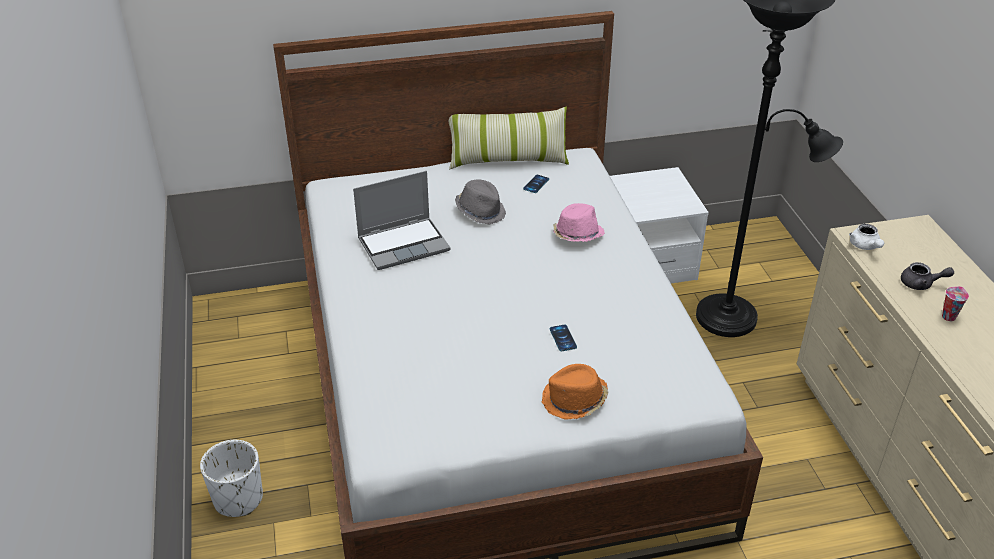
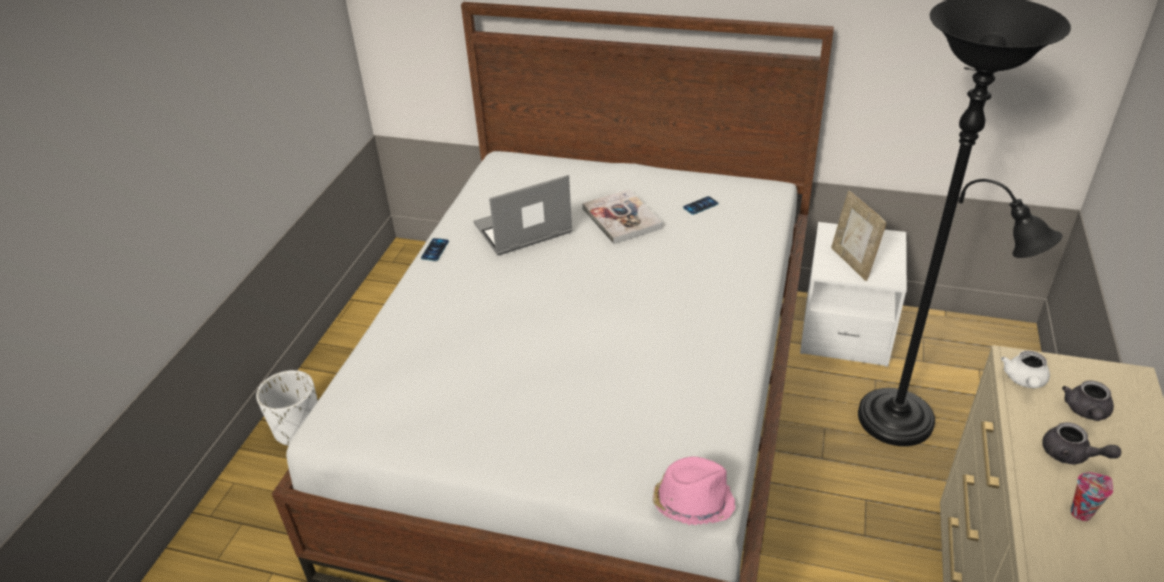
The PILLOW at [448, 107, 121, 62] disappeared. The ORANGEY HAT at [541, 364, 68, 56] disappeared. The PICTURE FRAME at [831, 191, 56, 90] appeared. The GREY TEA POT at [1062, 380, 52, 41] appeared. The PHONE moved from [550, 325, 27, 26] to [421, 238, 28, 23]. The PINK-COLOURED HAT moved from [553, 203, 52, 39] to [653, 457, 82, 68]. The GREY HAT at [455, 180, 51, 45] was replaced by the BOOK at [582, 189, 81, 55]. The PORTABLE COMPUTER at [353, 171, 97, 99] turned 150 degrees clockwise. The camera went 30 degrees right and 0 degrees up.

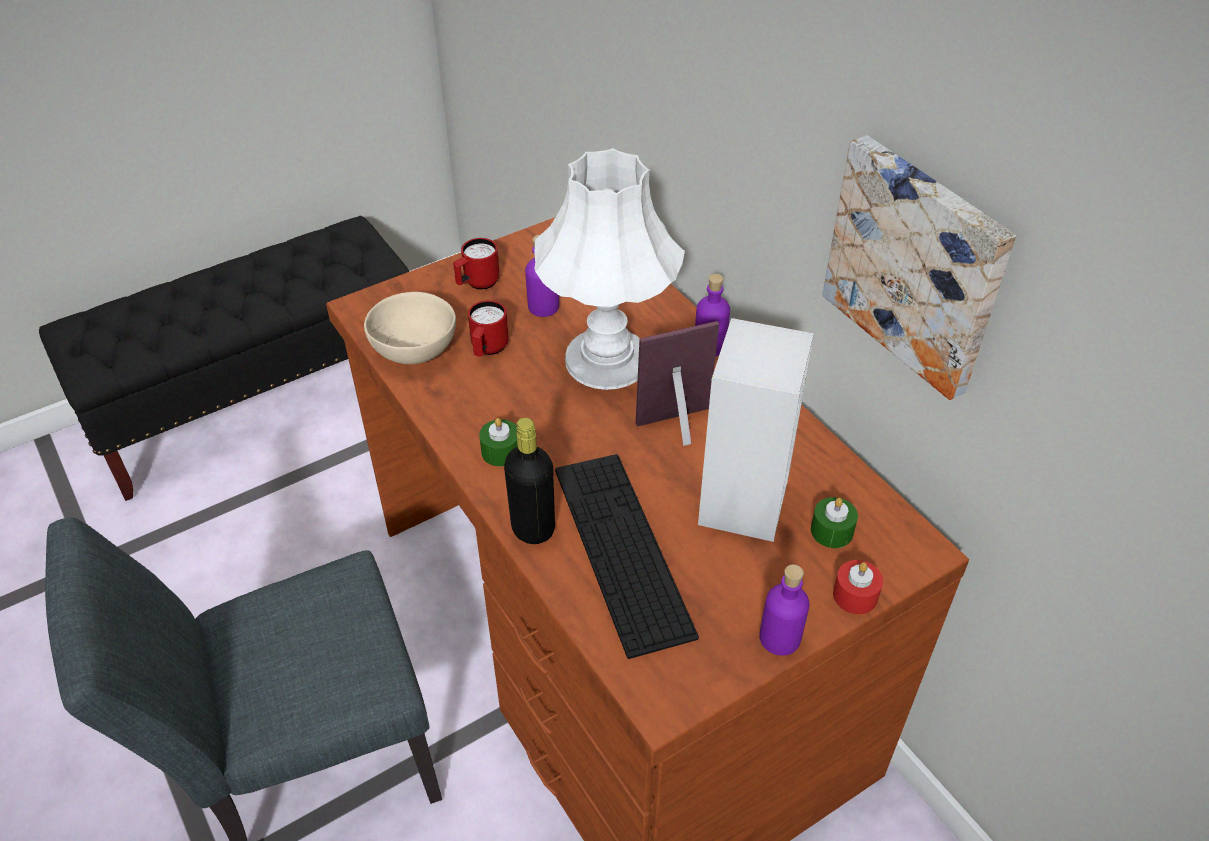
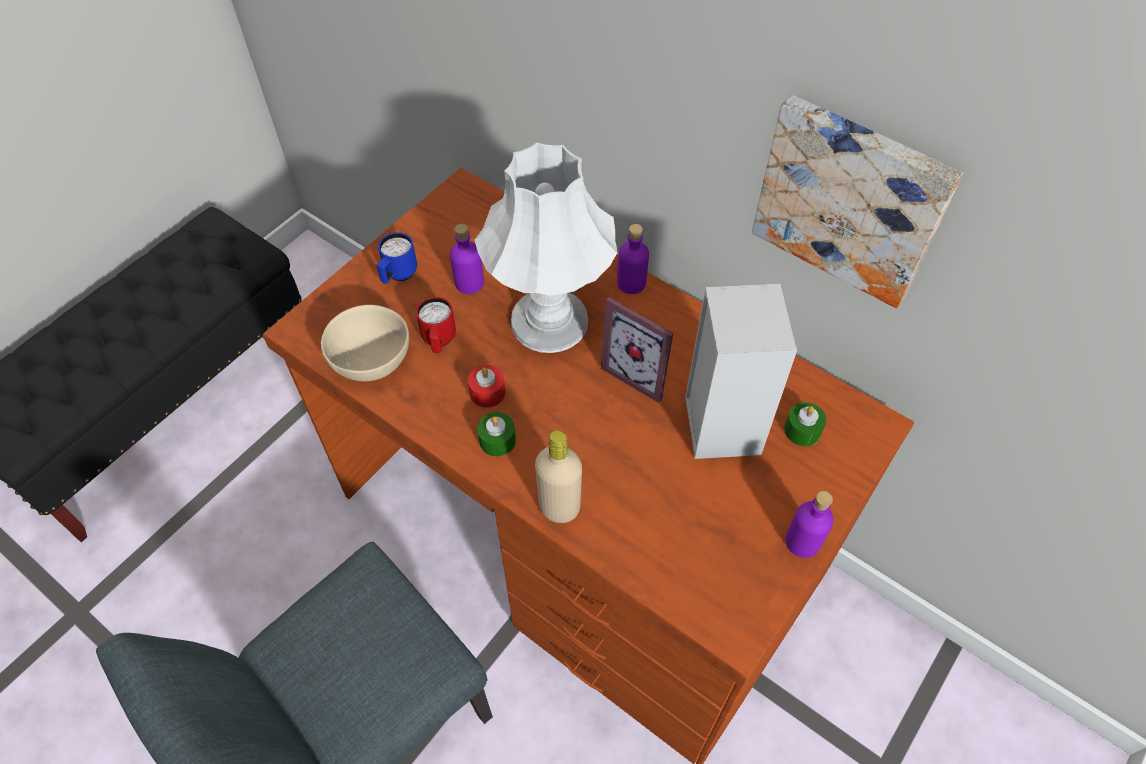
The KEYBOARD at [555, 454, 144, 205] disappeared. The RED-COLOURED CANDLE moved from [833, 560, 50, 54] to [468, 365, 37, 43]. The RED-COLOURED COFFEE MUG at [453, 238, 47, 52] became the BLUE-COLOURED COFFEE MUG at [377, 232, 40, 52]. The BLACK BOTTLE at [504, 418, 51, 126] became the SAND-COLOURED BOTTLE at [535, 430, 47, 93]. The PICTURE FRAME at [636, 321, 83, 125] turned 105 degrees counterclockwise. The camera went 20 degrees left and 10 degrees up.

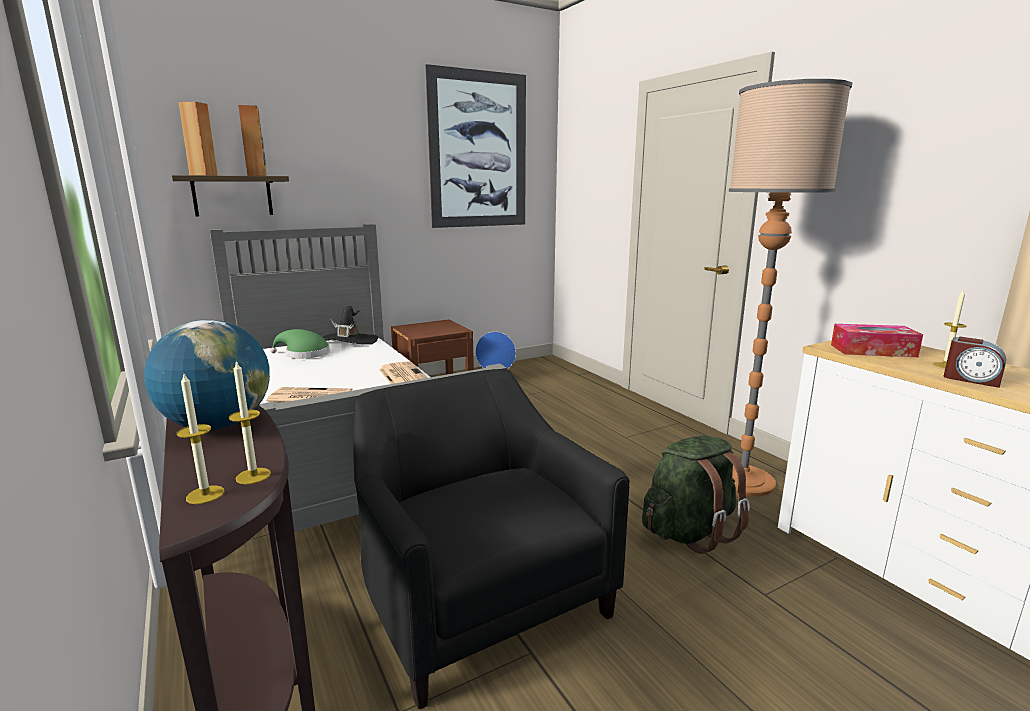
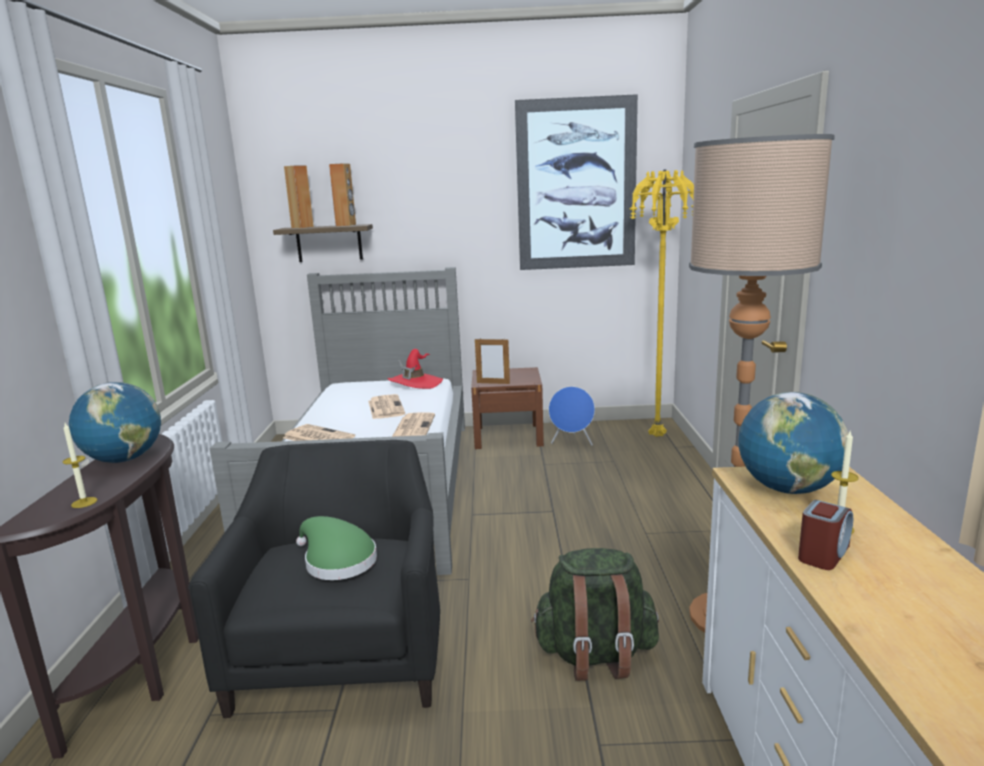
The CANDLE at [177, 372, 48, 132] disappeared. The PRINTED PAPER at [368, 394, 37, 25] appeared. The PICTURE FRAME at [475, 338, 35, 46] appeared. The YELLOWISH STANDARD LAMP at [630, 169, 64, 268] appeared. The GREEN-COLOURED HAT moved from [270, 329, 60, 30] to [296, 516, 81, 64]. The BOX OF TISSUES at [831, 324, 92, 33] was replaced by the GLOBE at [739, 392, 109, 102]. The BLACK HAT at [323, 306, 55, 38] became the RED-COLOURED HAT at [388, 349, 55, 40]. The ALARM CLOCK at [944, 337, 62, 51] turned 120 degrees counterclockwise. The camera went 30 degrees right and 0 degrees up.

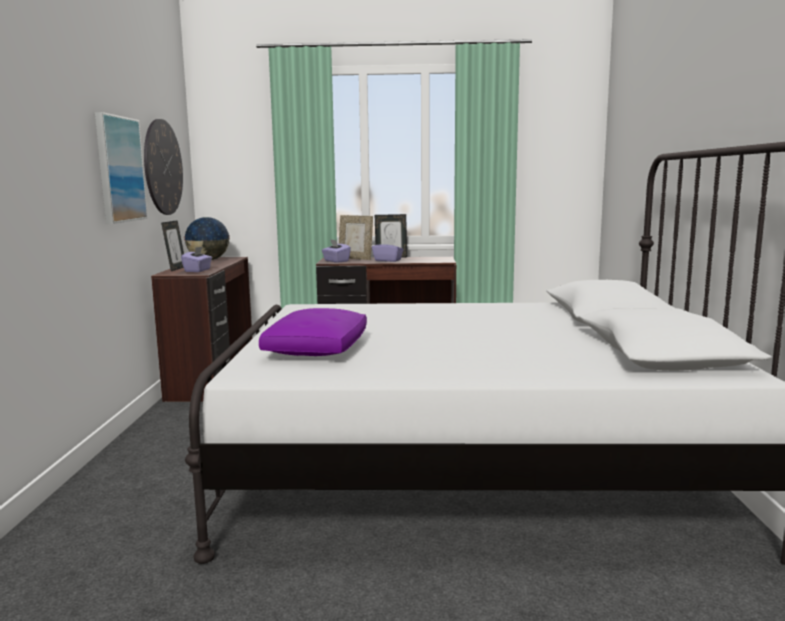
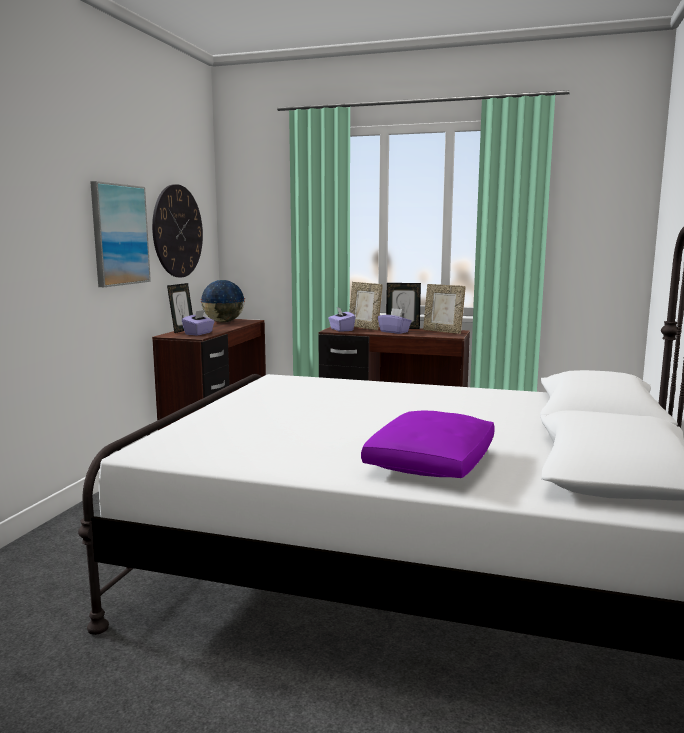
The PICTURE FRAME at [423, 284, 43, 50] appeared. The PURPLE PILLOW moved from [259, 308, 108, 48] to [361, 411, 134, 67]. The camera went 15 degrees right and 0 degrees up.

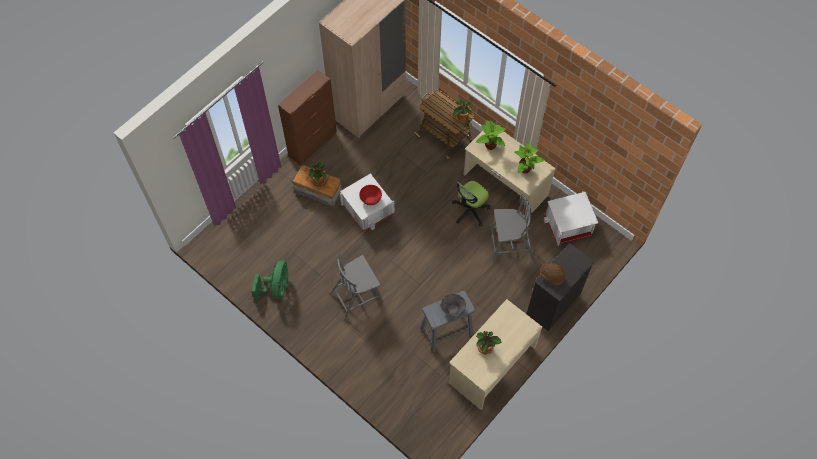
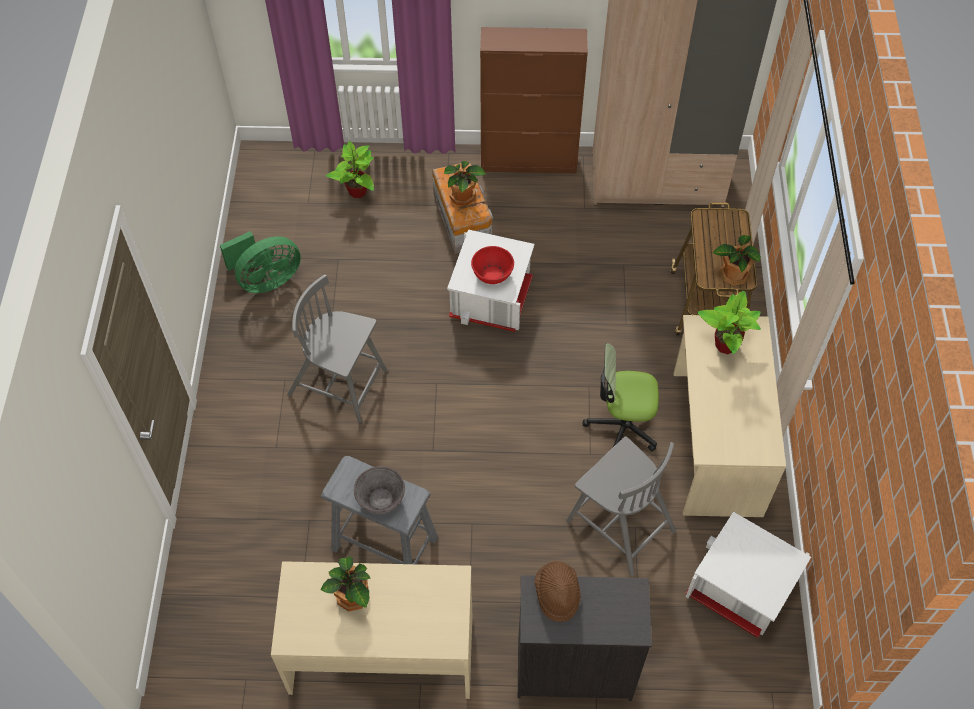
The PLANT IN A POT moved from [515, 142, 30, 31] to [326, 141, 48, 57]. The camera went 50 degrees right and 5 degrees down.

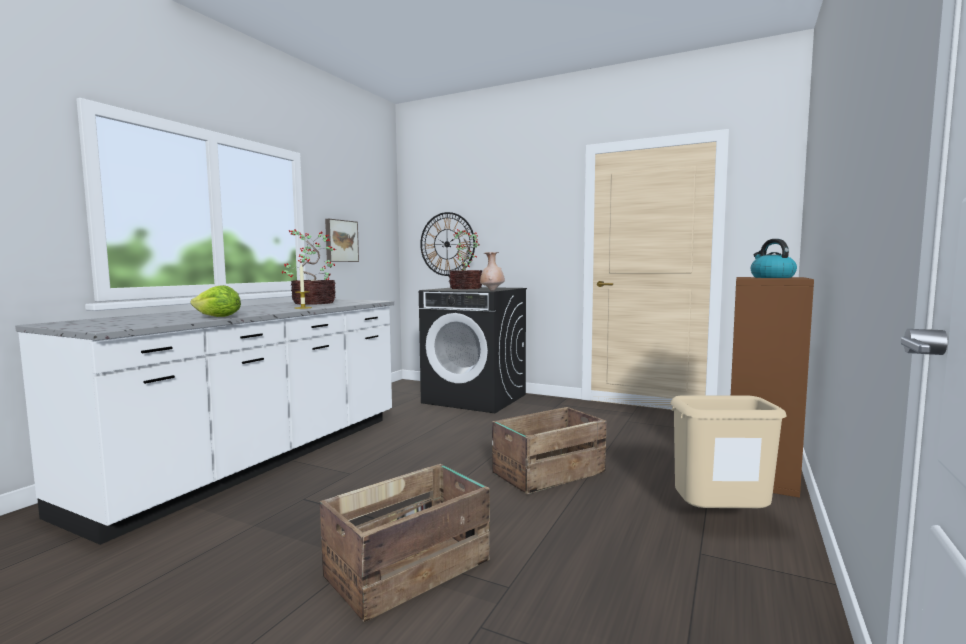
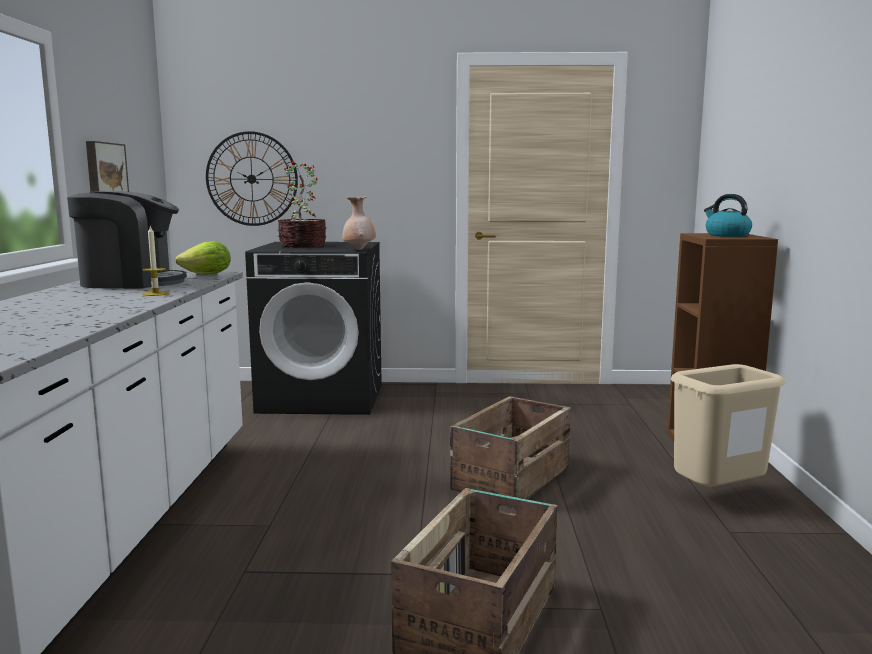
The HEAD OF LETTUCE moved from [190, 285, 51, 32] to [175, 241, 56, 33]. The PLANT IN A POT at [282, 229, 54, 76] was replaced by the COFFEE MAKER at [67, 191, 120, 98]. The camera went 25 degrees left and 5 degrees up.

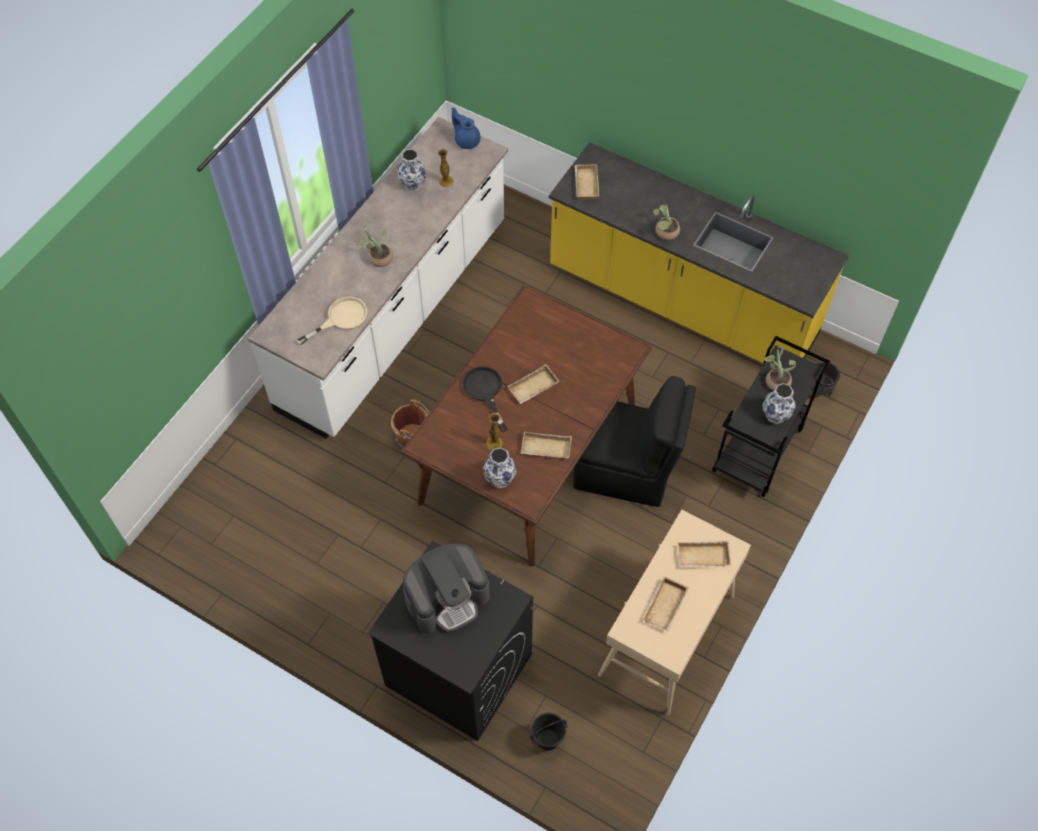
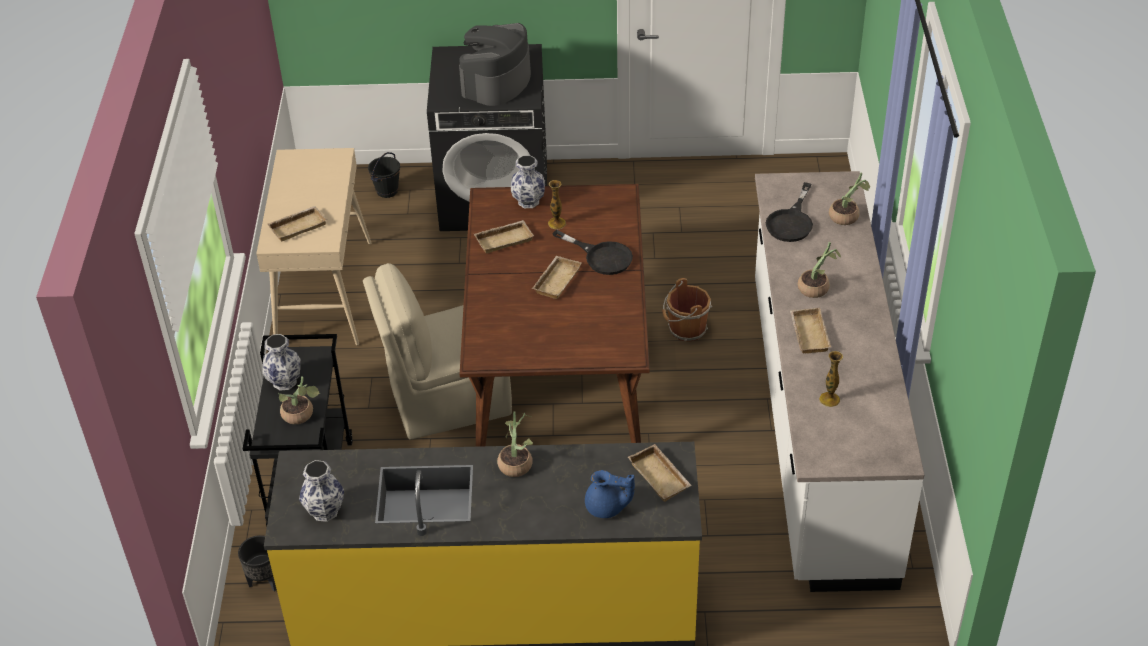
The PLANT IN A POT at [829, 173, 41, 52] appeared. The DECORATIVE VASE moved from [398, 149, 28, 42] to [299, 460, 45, 62]. The BLUE-COLOURED TEA POT moved from [452, 107, 28, 42] to [585, 470, 50, 48]. The SAND-COLOURED SERVING TRAY moved from [643, 576, 46, 56] to [790, 308, 41, 45]. The SAND-COLOURED FRYING PAN at [297, 297, 70, 48] became the BLACK FRYING PAN at [766, 182, 47, 60]. The BLACK CHAIR at [573, 376, 123, 131] became the SAND-COLOURED CHAIR at [363, 263, 149, 177]. The camera went 150 degrees right and 15 degrees down.

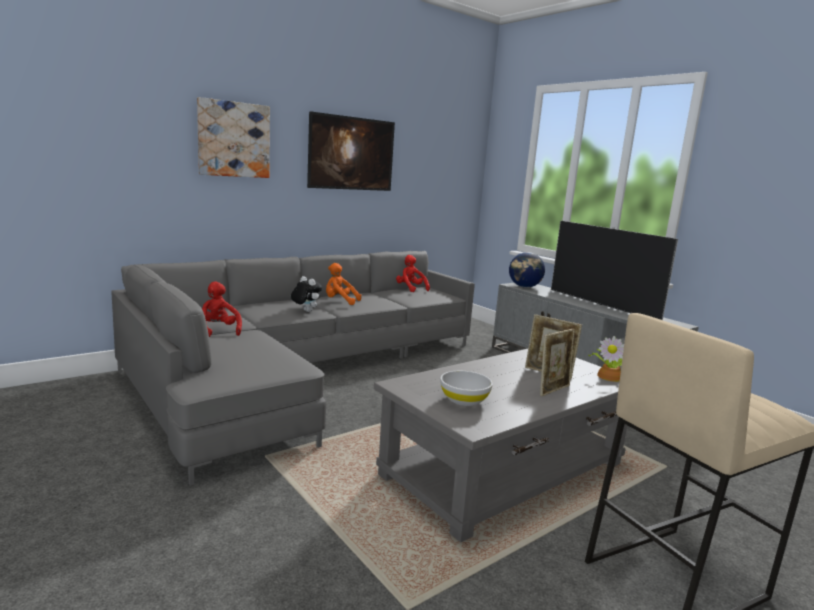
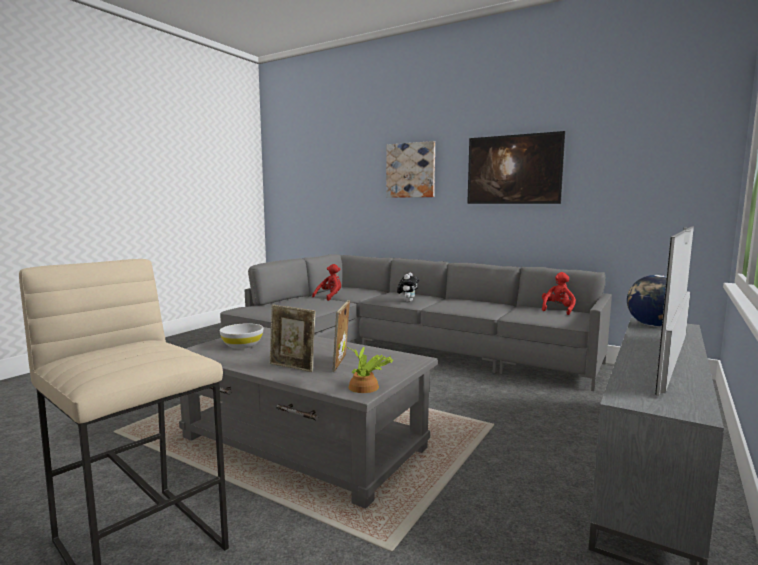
The ORANGEY CUDDLY TOY at [326, 263, 36, 42] disappeared. The camera went 70 degrees right and 5 degrees down.

